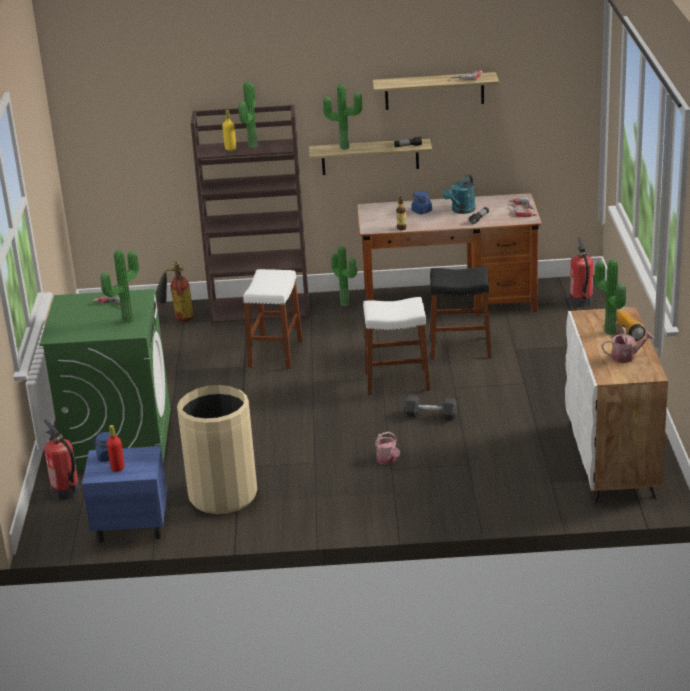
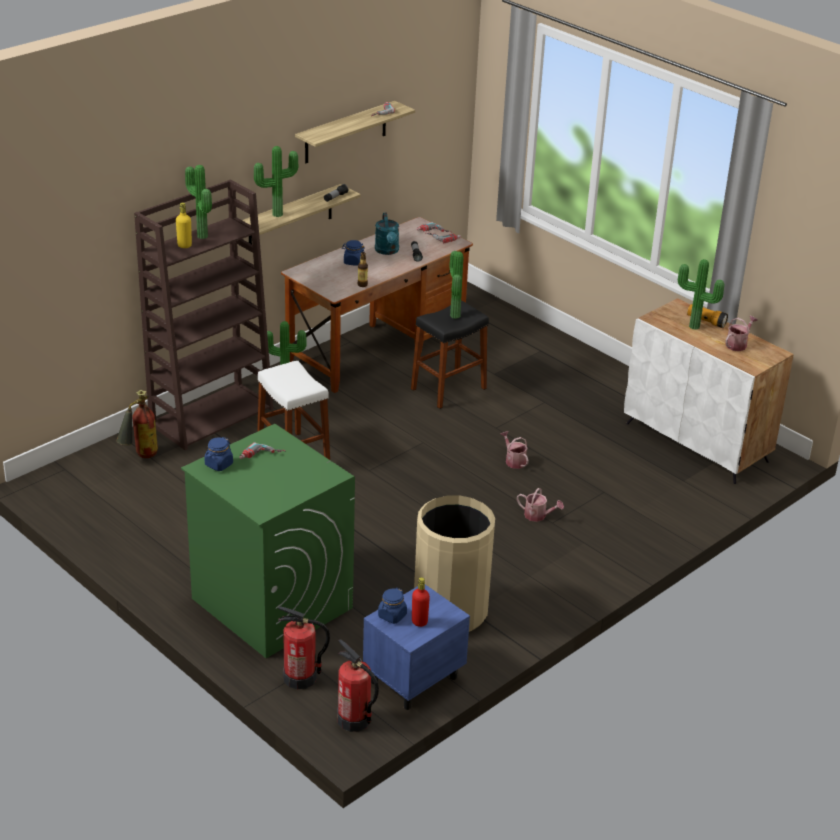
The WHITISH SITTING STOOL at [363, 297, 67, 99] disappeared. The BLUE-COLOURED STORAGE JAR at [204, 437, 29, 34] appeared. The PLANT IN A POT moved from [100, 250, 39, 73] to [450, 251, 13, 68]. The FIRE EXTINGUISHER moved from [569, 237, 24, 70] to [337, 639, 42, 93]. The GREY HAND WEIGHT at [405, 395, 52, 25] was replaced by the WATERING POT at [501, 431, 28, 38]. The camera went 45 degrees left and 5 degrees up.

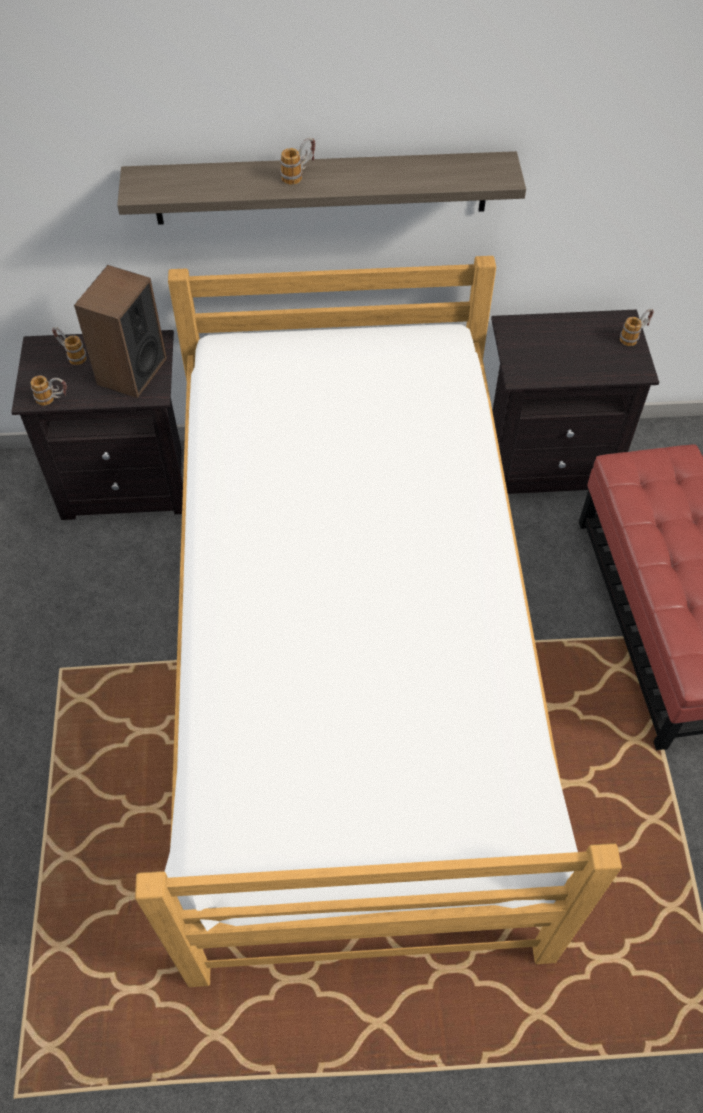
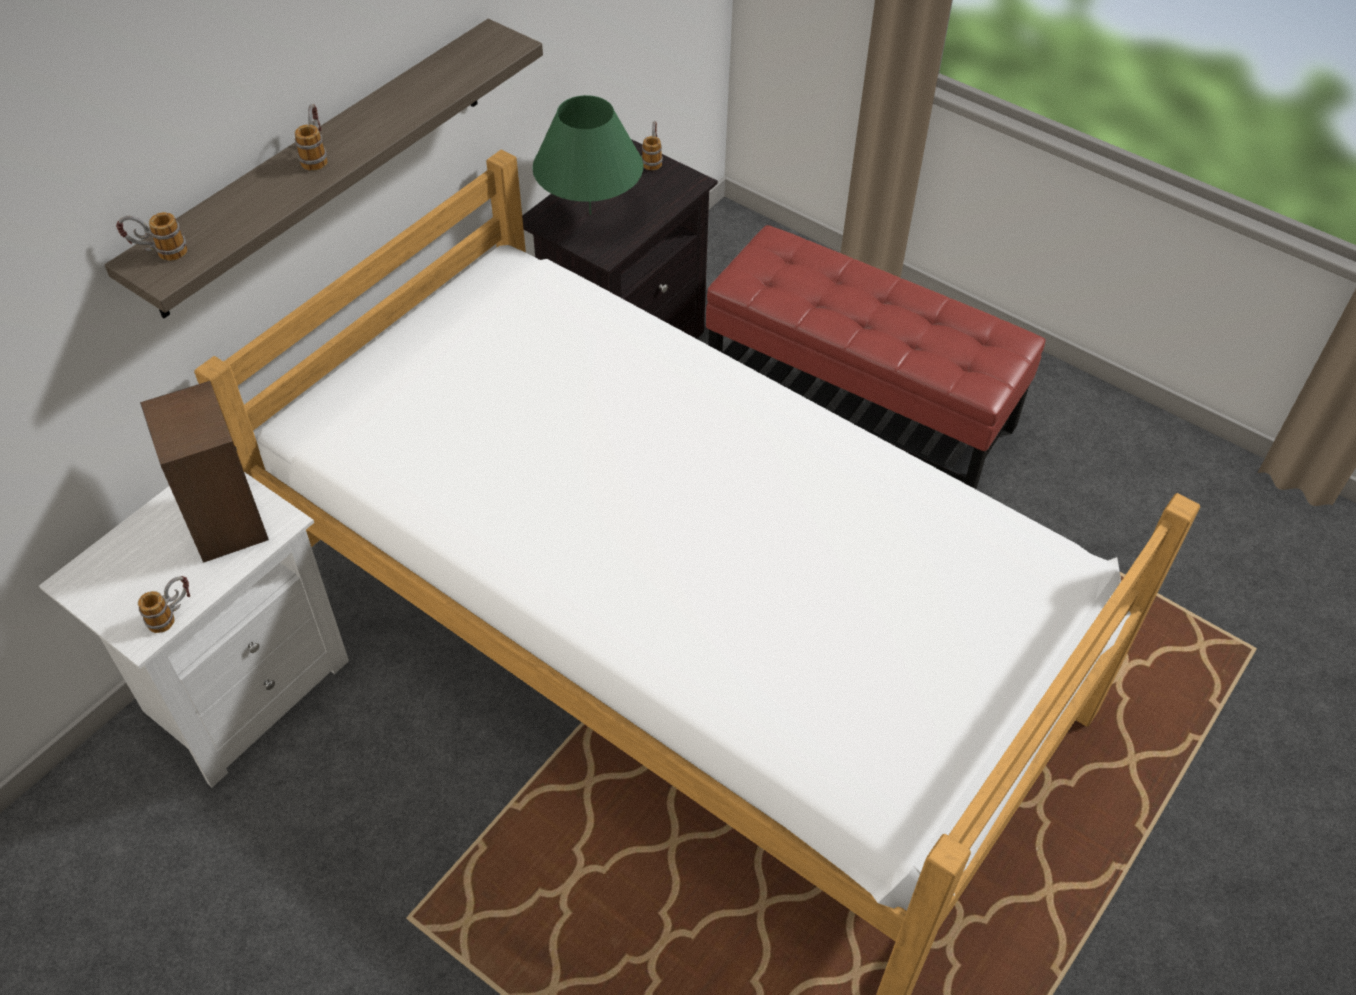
The GREEN-COLOURED TABLE LAMP at [532, 95, 111, 120] appeared. The COFFEE MUG moved from [52, 327, 35, 38] to [116, 212, 71, 49]. The BLACK NIGHTSTAND at [11, 330, 172, 190] became the WHITISH NIGHTSTAND at [39, 472, 310, 316]. The camera went 50 degrees left and 5 degrees down.

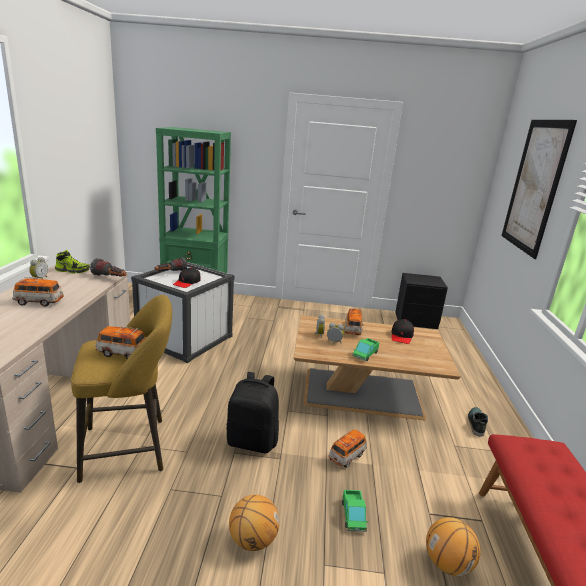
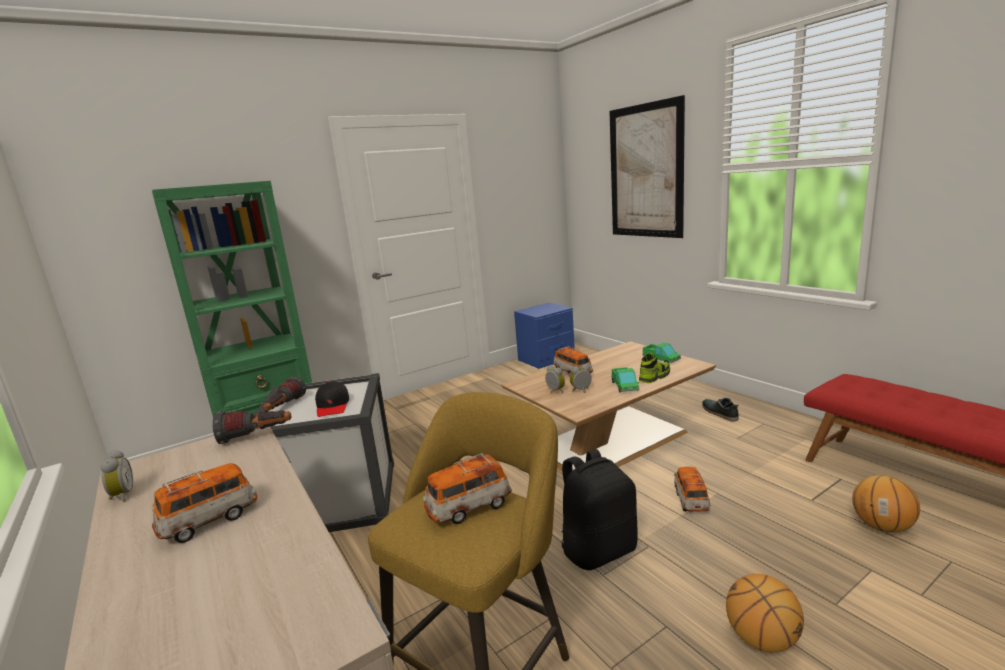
The BLACK PEAKED CAP at [391, 319, 23, 25] disappeared. The ITEM OF FOOTWEAR moved from [55, 250, 35, 23] to [639, 353, 31, 30]. The TOY LORRY moved from [342, 490, 26, 42] to [642, 342, 39, 21]. The BLACK NIGHTSTAND at [395, 273, 53, 56] became the BLUE-COLOURED NIGHTSTAND at [514, 303, 61, 66]. The camera went 35 degrees left and 5 degrees down.

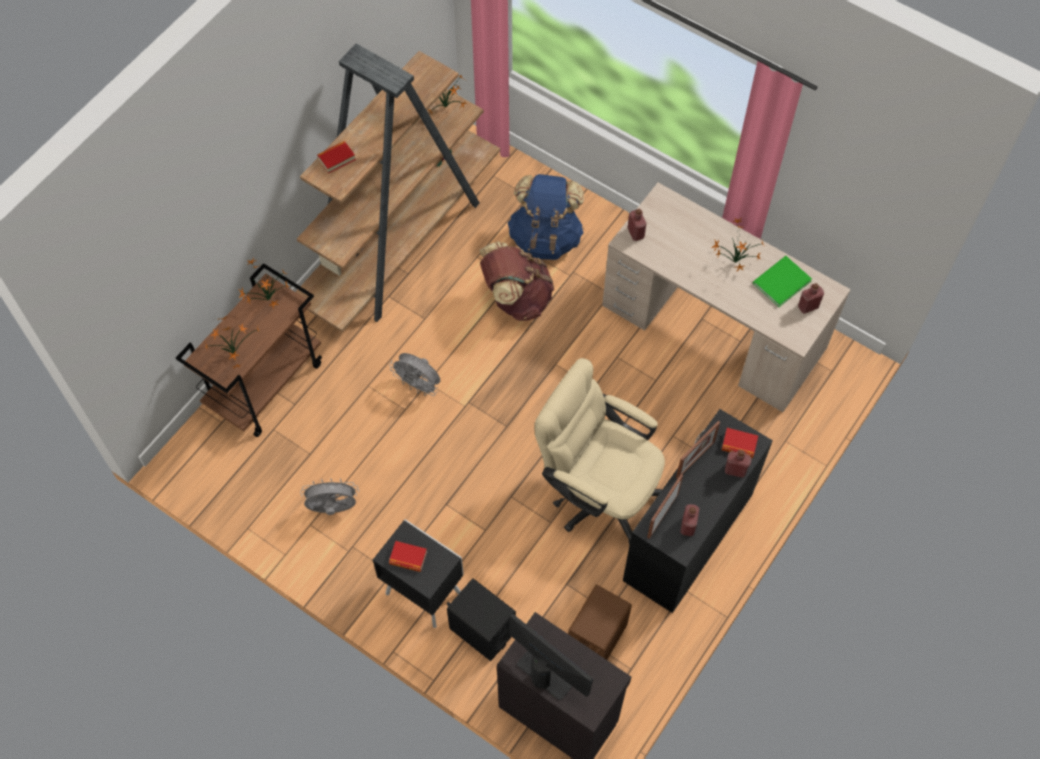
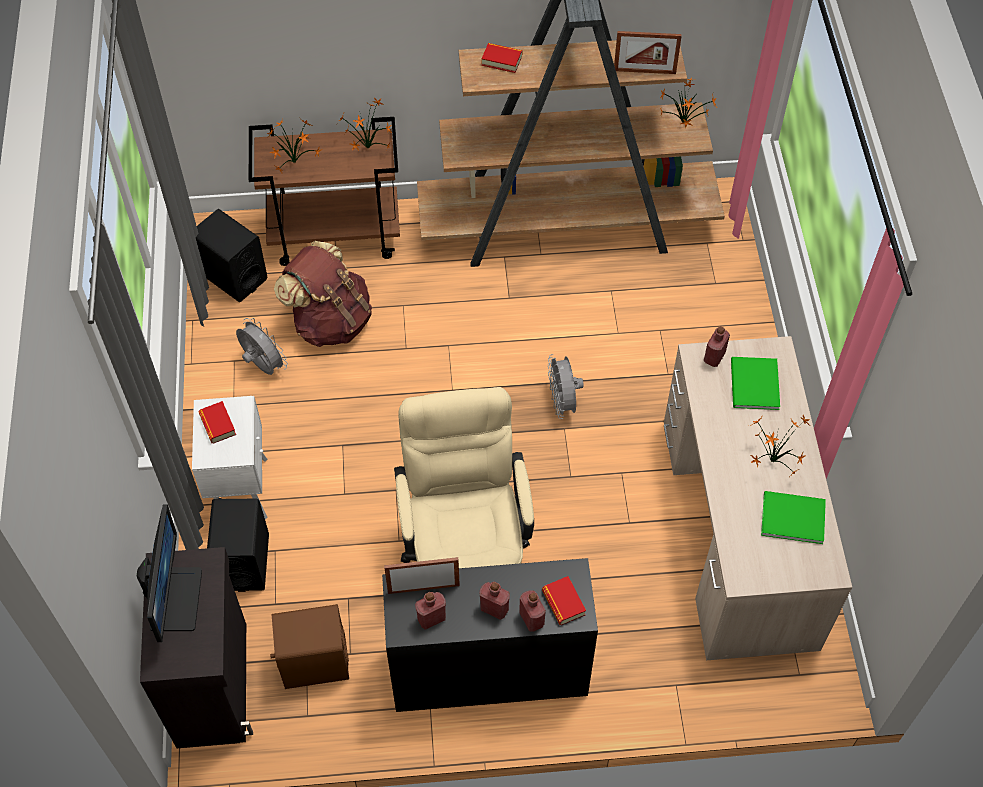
The BLUE-COLOURED RUCKSACK at [508, 174, 76, 86] disappeared. The BLACK AUDIO SPEAKER at [196, 209, 71, 93] appeared. The GREEN-COLOURED BOOK at [731, 357, 49, 53] appeared. The GREY FAN moved from [389, 353, 51, 43] to [548, 354, 36, 65]. The BROWNISH RUCKSACK moved from [479, 242, 75, 79] to [274, 241, 98, 106]. The PICTURE FRAME moved from [676, 421, 44, 58] to [614, 31, 68, 43]. The RED-COLOURED BOTTLE moved from [798, 283, 26, 31] to [480, 582, 30, 38]. The BLACK NIGHTSTAND at [373, 519, 91, 109] became the WHITISH NIGHTSTAND at [192, 396, 76, 124]. The camera went 50 degrees right and 5 degrees down.

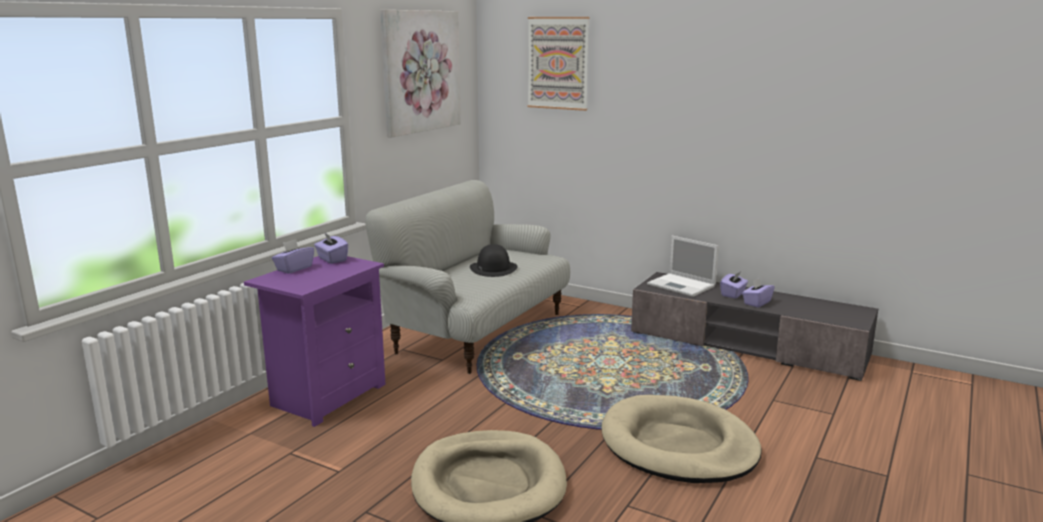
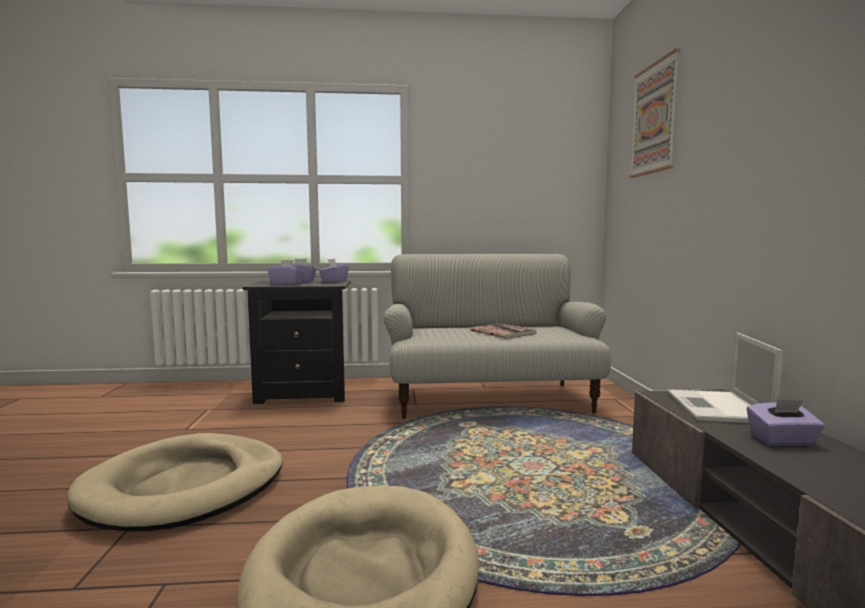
The PICTURE at [380, 10, 81, 128] disappeared. The PURPLE BOX OF TISSUES moved from [742, 278, 33, 29] to [267, 260, 37, 25]. The BLACK HAT at [470, 244, 48, 33] was replaced by the BOOK at [470, 323, 67, 16]. The PURPLE NIGHTSTAND at [244, 256, 142, 171] became the BLACK NIGHTSTAND at [243, 281, 108, 123]. The camera went 55 degrees right and 10 degrees down.

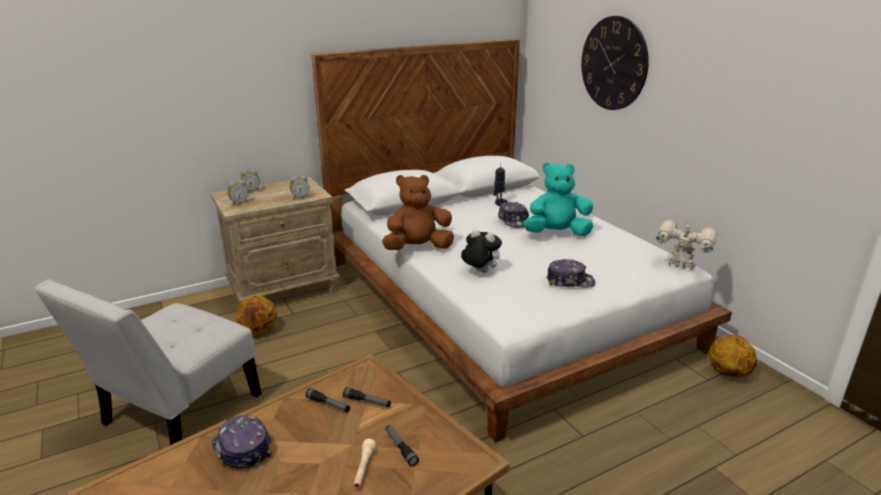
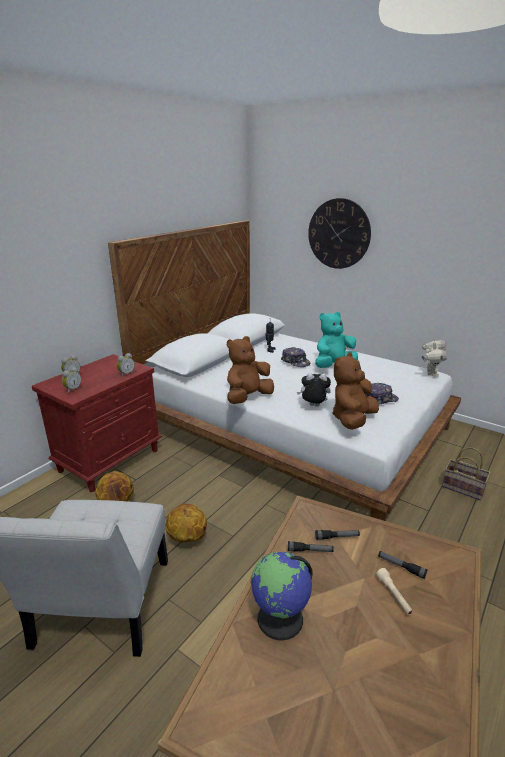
The BROWNISH CUDDLY TOY at [332, 352, 47, 78] appeared. The STORAGE BASKET at [442, 447, 48, 53] appeared. The BASKETBALL moved from [709, 335, 48, 42] to [166, 504, 41, 39]. The PEAKED CAP at [212, 415, 60, 54] was replaced by the GLOBE at [251, 552, 62, 89]. The SAND-COLOURED NIGHTSTAND at [211, 177, 129, 125] became the RED-COLOURED NIGHTSTAND at [32, 354, 130, 138]. The TOY ROBOT at [656, 219, 61, 50] turned 105 degrees clockwise. The camera went 25 degrees left and 0 degrees up.

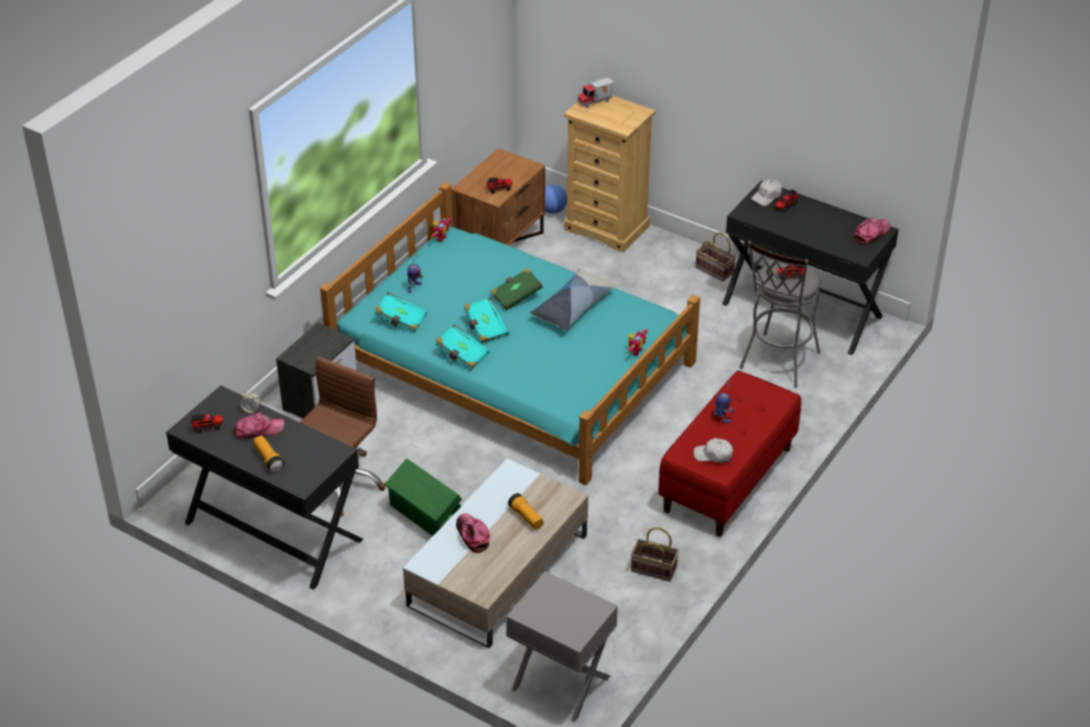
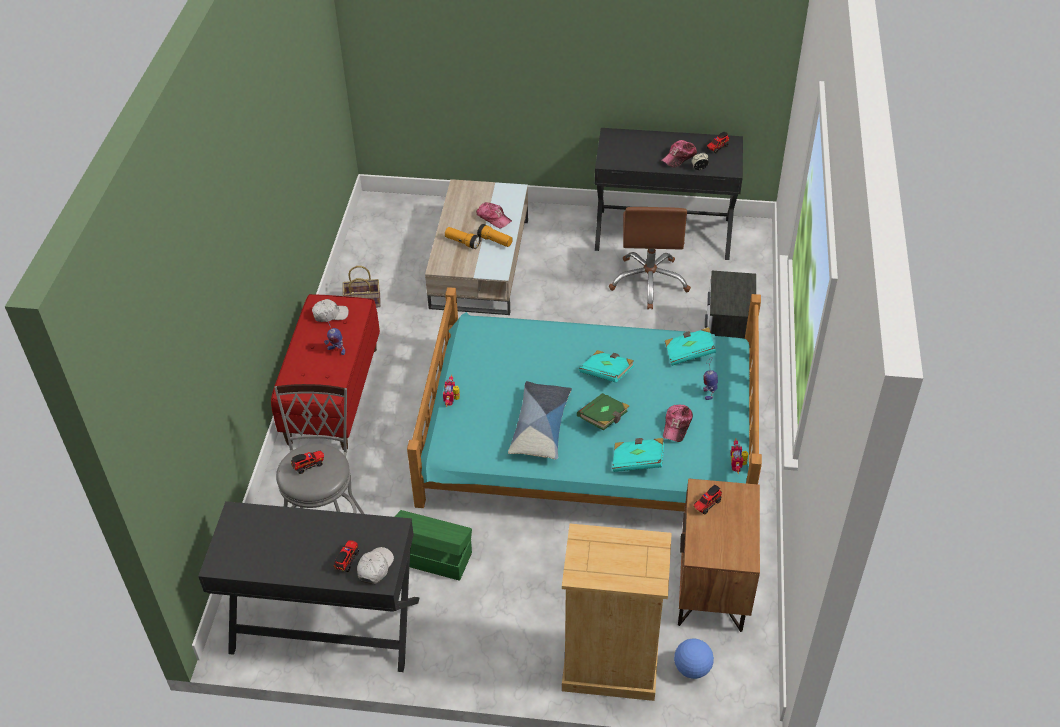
The GREY NIGHTSTAND at [506, 571, 112, 151] disappeared. The TOY LORRY at [577, 77, 37, 31] disappeared. The STORAGE BASKET at [695, 232, 41, 50] disappeared. The FLASHLIGHT moved from [253, 436, 32, 37] to [477, 224, 36, 23]. The GREEN-COLOURED STORAGE BIN moved from [385, 458, 77, 78] to [395, 510, 77, 71]. The TURQUOISE BOOK moved from [435, 325, 55, 45] to [612, 438, 53, 34]. The PEAKED CAP moved from [853, 218, 37, 27] to [663, 405, 30, 37]. The camera went 155 degrees right and 5 degrees up.

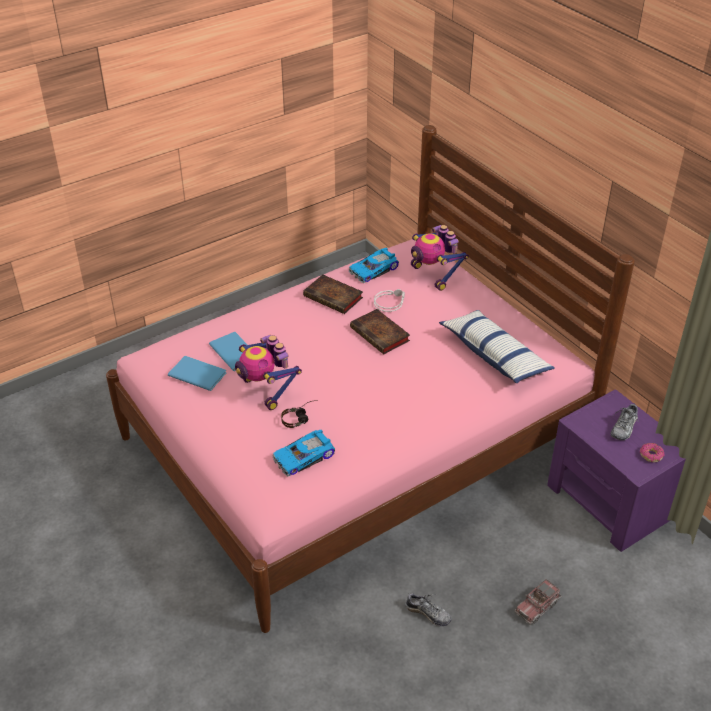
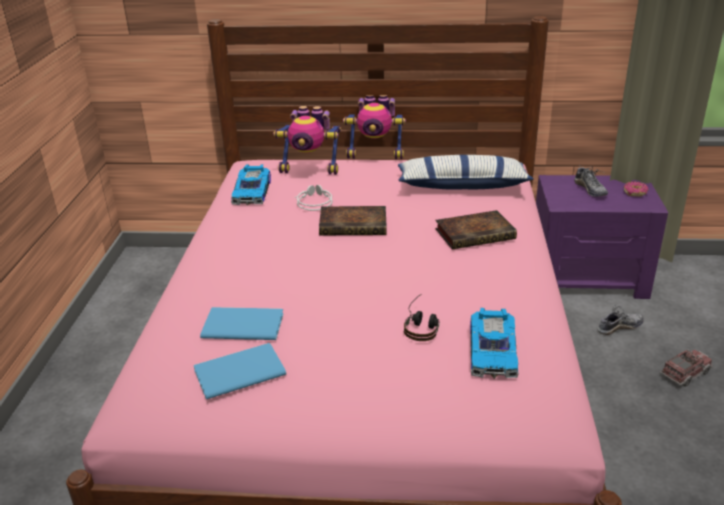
The TOY ROBOT moved from [235, 335, 67, 75] to [343, 95, 63, 64]. The BOOK moved from [303, 275, 60, 39] to [435, 210, 82, 40]. The ITEM OF FOOTWEAR moved from [405, 593, 47, 33] to [598, 305, 46, 30]. The TOY LORRY at [515, 579, 46, 46] turned 120 degrees counterclockwise. The camera went 50 degrees left and 10 degrees down.

